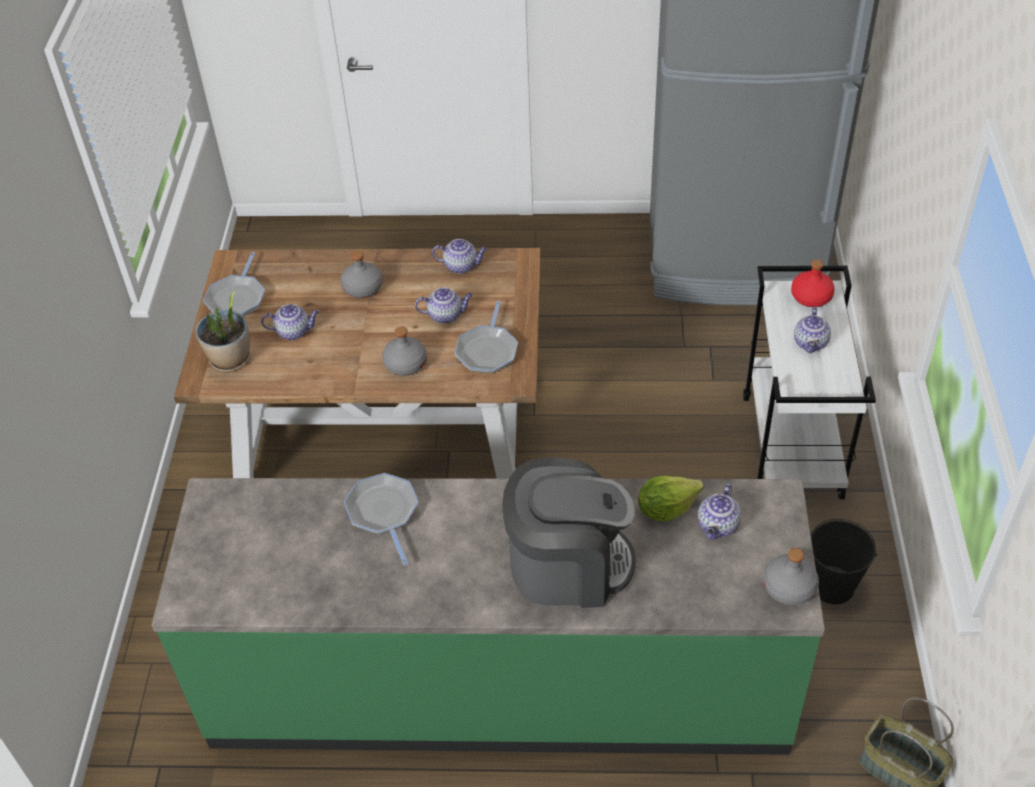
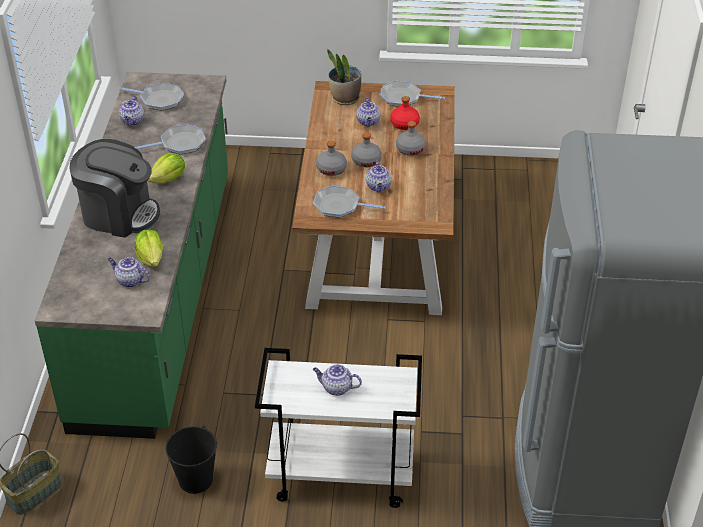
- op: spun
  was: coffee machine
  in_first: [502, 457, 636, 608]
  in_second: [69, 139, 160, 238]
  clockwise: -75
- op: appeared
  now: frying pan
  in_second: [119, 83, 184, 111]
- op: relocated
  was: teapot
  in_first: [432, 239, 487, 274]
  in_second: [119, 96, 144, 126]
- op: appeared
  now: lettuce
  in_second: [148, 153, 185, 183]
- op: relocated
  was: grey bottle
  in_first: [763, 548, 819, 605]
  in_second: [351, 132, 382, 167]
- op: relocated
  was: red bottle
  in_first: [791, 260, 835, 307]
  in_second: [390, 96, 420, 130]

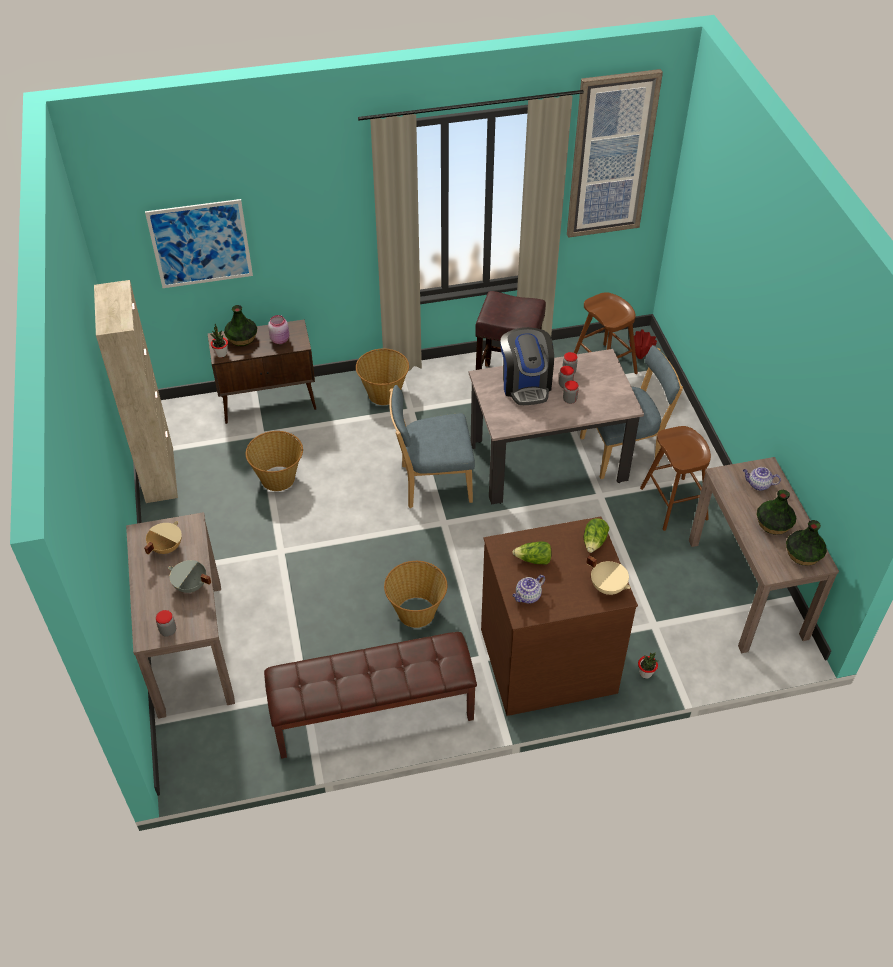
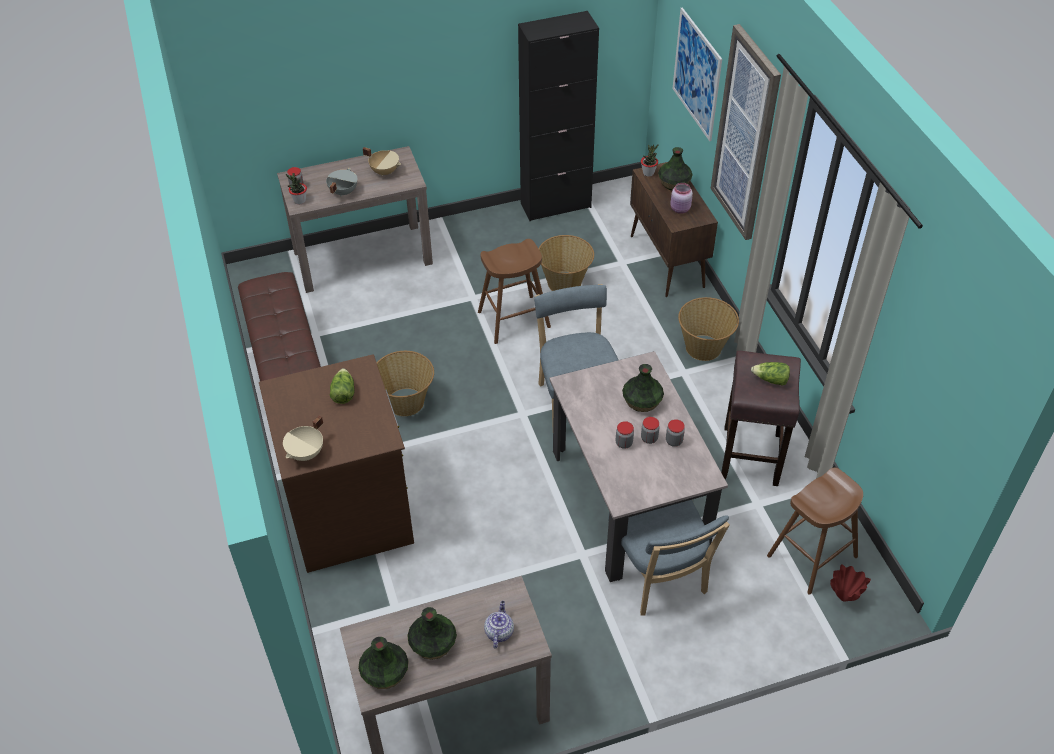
- op: relocated
  was: potted plant
  in_first: [638, 652, 658, 679]
  in_second: [286, 173, 307, 204]
- op: relocated
  was: brown stool
  in_first: [640, 426, 711, 531]
  in_second: [478, 239, 551, 344]
- op: colour
  was: beige cabinet
  now: black cabinet
  in_first: [94, 280, 178, 503]
  in_second: [518, 11, 599, 221]
- op: exchanged
  was: coffee machine
  now: vase
  in_first: [501, 327, 554, 405]
  in_second: [622, 364, 664, 412]
- op: relocated
  was: picture
  in_first: [567, 69, 663, 238]
  in_second: [711, 24, 781, 240]
- op: relocated
  was: lettuce
  in_first: [584, 518, 609, 553]
  in_second: [751, 362, 790, 386]
- op: missing
  was: teapot
  in_first: [512, 575, 545, 604]

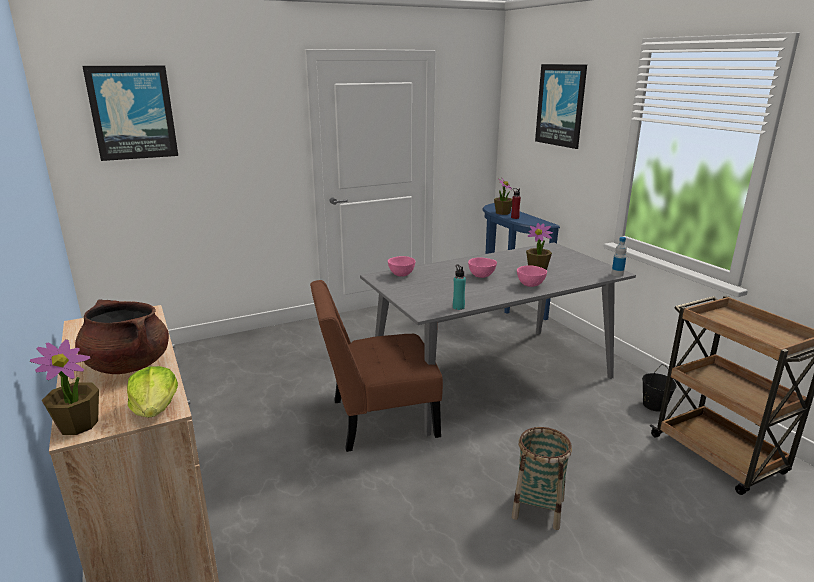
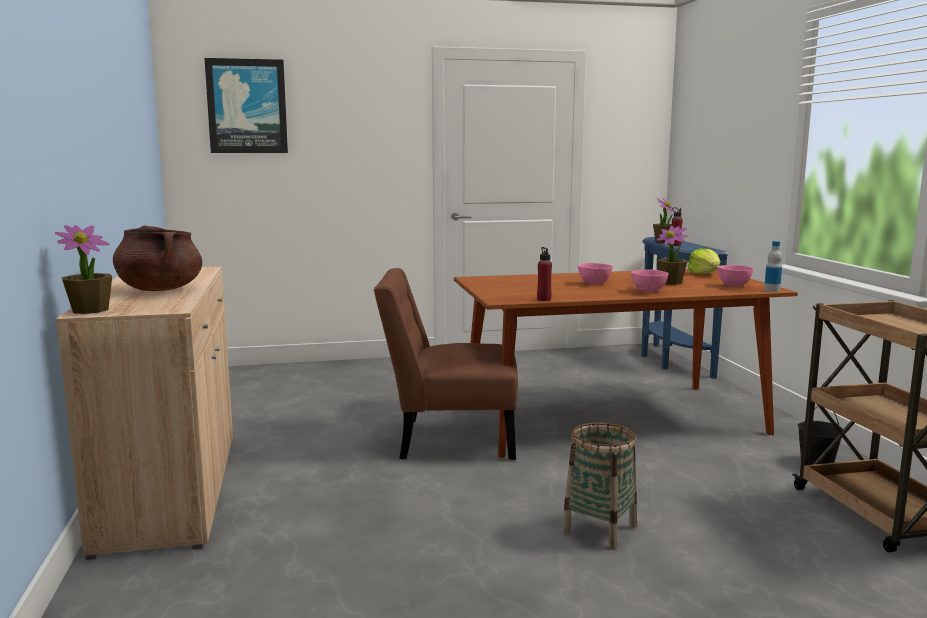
- op: colour
  was: grey dining table
  now: brown dining table
  in_first: [360, 242, 636, 436]
  in_second: [454, 269, 798, 458]
- op: colour
  was: turquoise bottle
  now: red bottle
  in_first: [453, 264, 466, 310]
  in_second: [537, 247, 552, 301]
- op: relocated
  was: lettuce
  in_first: [127, 366, 178, 418]
  in_second: [688, 248, 720, 274]
- op: relocated
  was: pink bowl
  in_first: [388, 256, 415, 277]
  in_second: [717, 265, 754, 287]
- op: missing
  was: picture
  in_first: [535, 64, 587, 149]

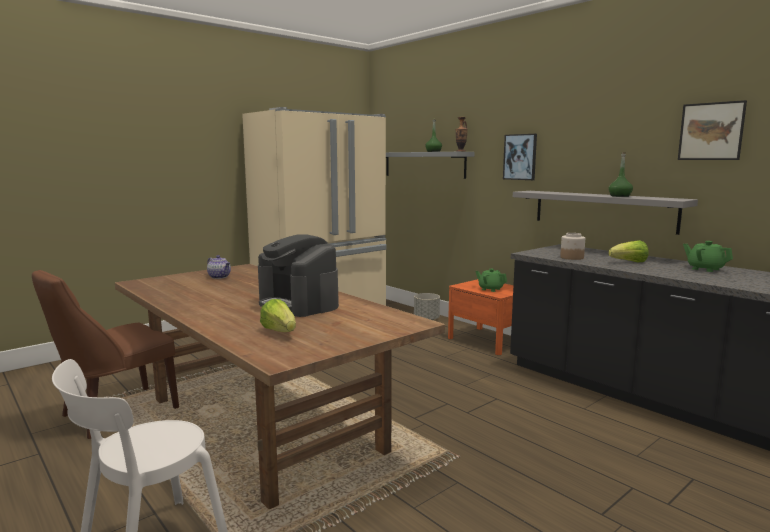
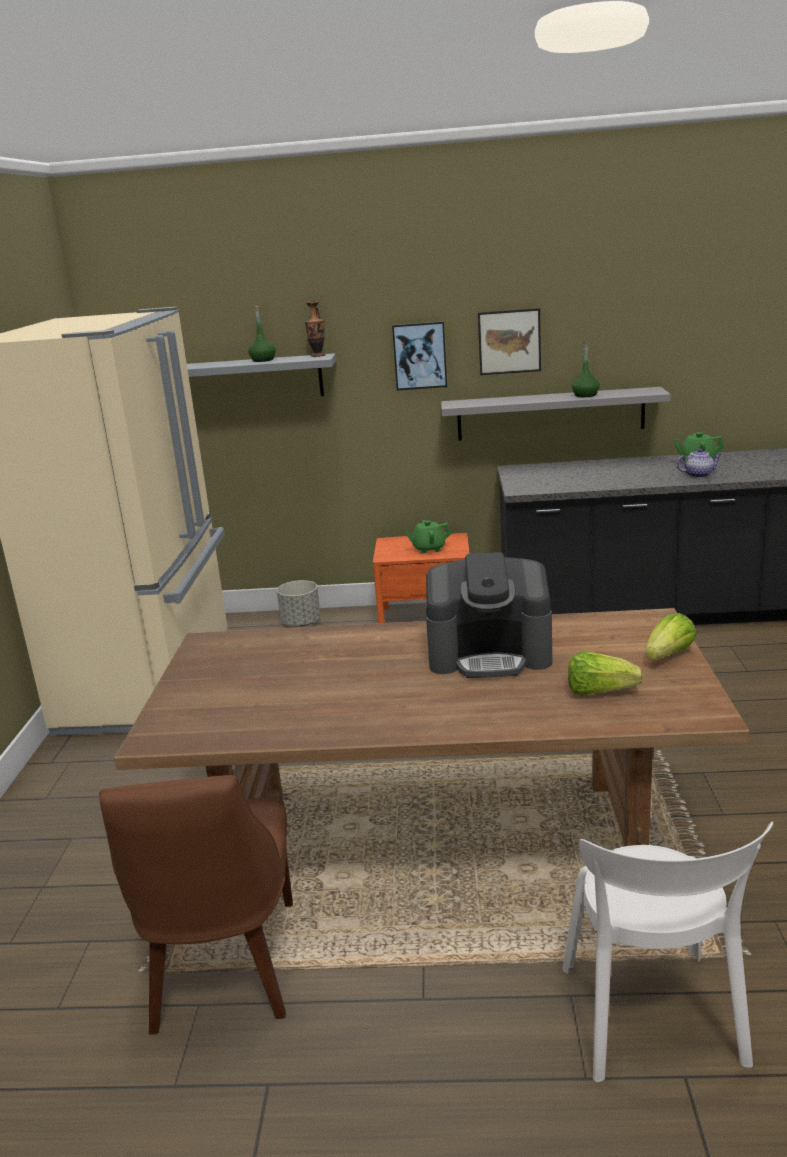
- op: relocated
  was: picture
  in_first: [678, 100, 747, 160]
  in_second: [478, 308, 541, 375]
- op: relocated
  was: lettuce
  in_first: [608, 240, 648, 262]
  in_second: [646, 613, 696, 660]
- op: relocated
  was: teapot
  in_first: [207, 255, 231, 279]
  in_second: [677, 448, 722, 478]
- op: missing
  was: jar
  in_first: [560, 233, 585, 260]

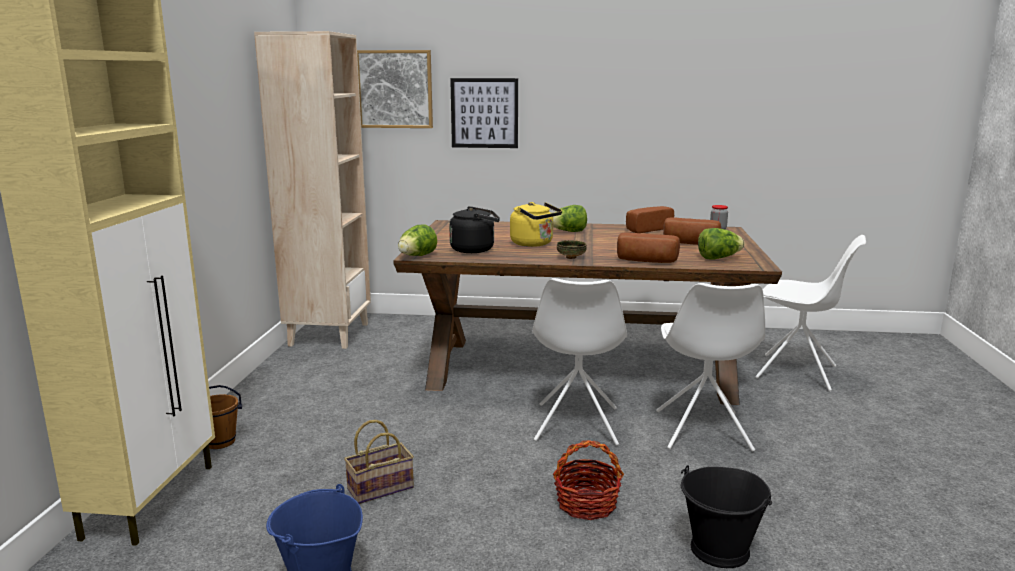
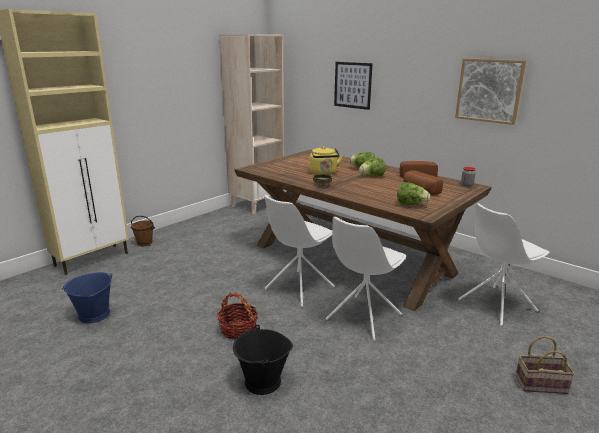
- op: relocated
  was: lettuce
  in_first: [398, 225, 437, 256]
  in_second: [359, 158, 386, 177]
- op: relocated
  was: picture
  in_first: [357, 50, 433, 128]
  in_second: [455, 58, 526, 125]
- op: spun
  was: white chair
  in_first: [755, 235, 866, 391]
  in_second: [458, 203, 549, 326]
  clockwise: 90
- op: relocated
  was: basket
  in_first: [344, 420, 414, 504]
  in_second: [515, 336, 575, 394]
- op: missing
  was: black kettle
  in_first: [449, 206, 500, 253]
- op: missing
  was: bread
  in_first: [617, 232, 680, 263]

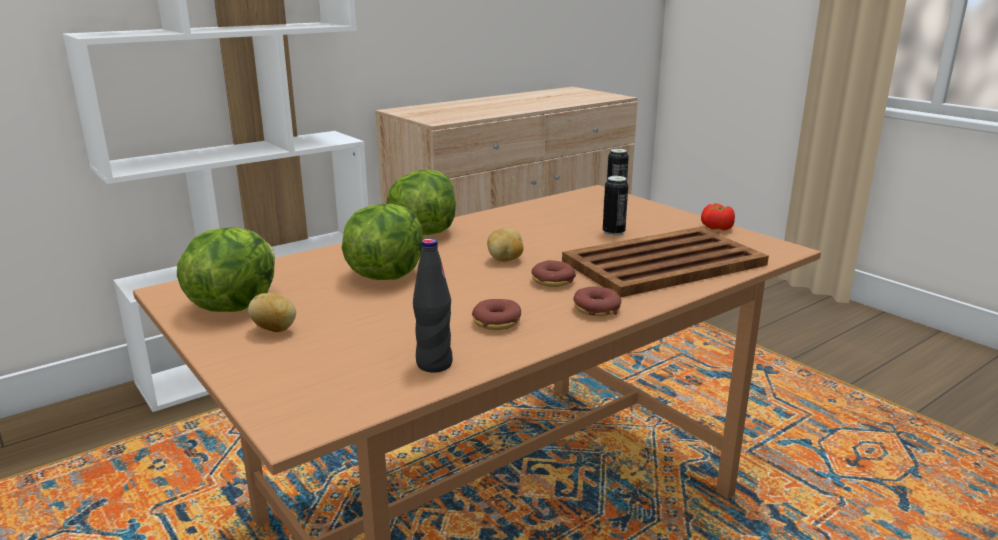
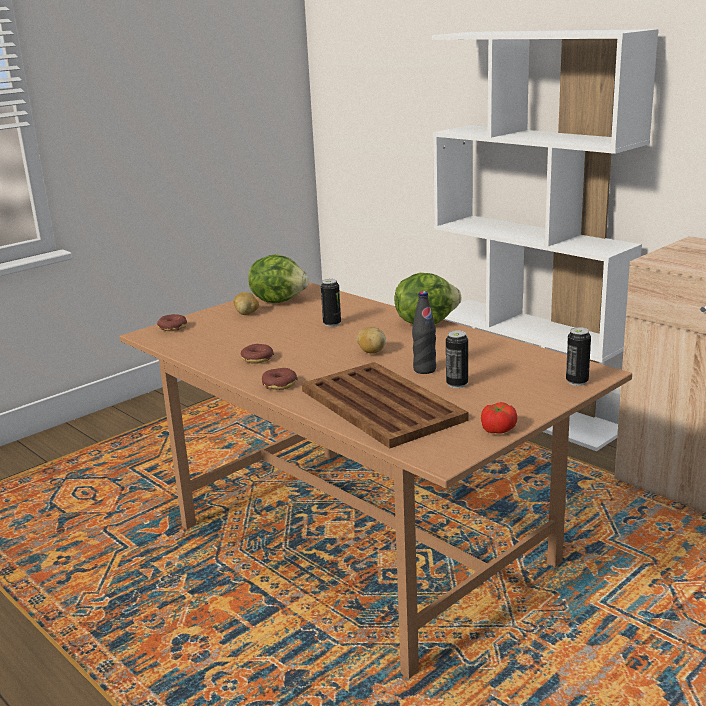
- op: relocated
  was: donut
  in_first: [531, 260, 576, 287]
  in_second: [157, 314, 187, 331]
- op: exchanged
  was: lettuce
  now: can
  in_first: [342, 203, 423, 280]
  in_second: [321, 279, 341, 327]
- op: relocated
  was: black bottle
  in_first: [413, 238, 453, 372]
  in_second: [412, 291, 436, 374]

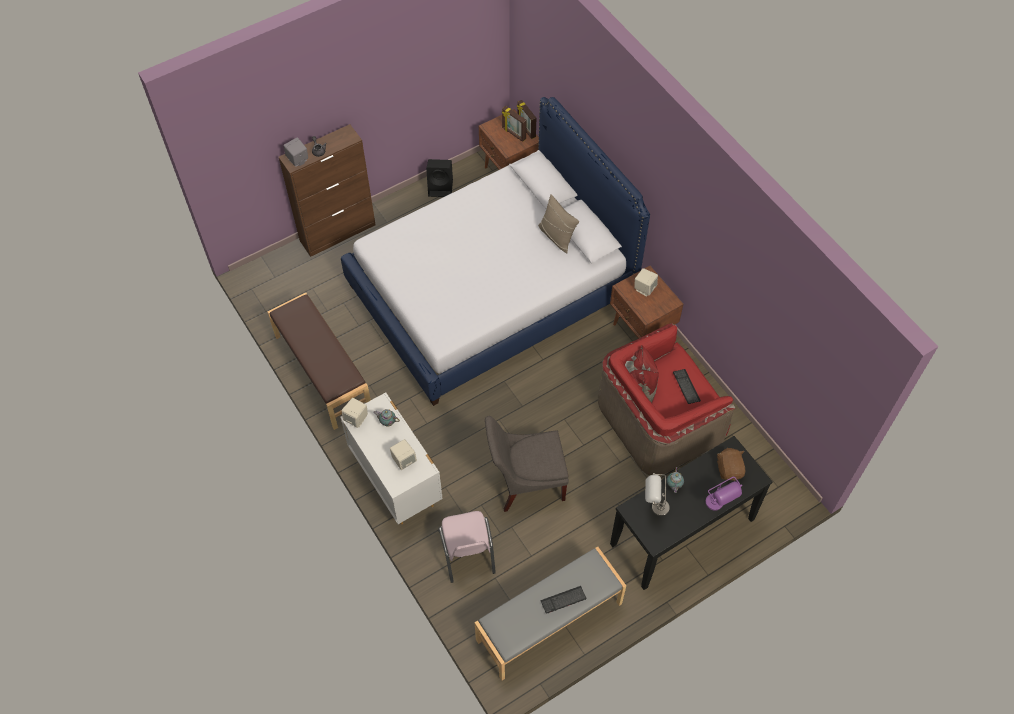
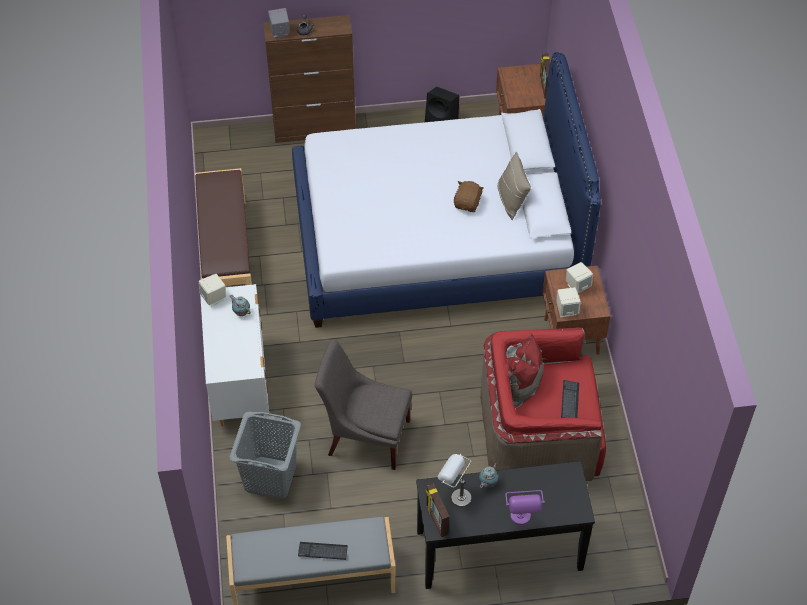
- op: exchanged
  was: pink chair
  now: grey laundry basket
  in_first: [438, 511, 496, 583]
  in_second: [230, 411, 301, 499]
- op: relocated
  was: picture frame
  in_first: [502, 106, 527, 142]
  in_second: [426, 484, 449, 537]
- op: relocated
  was: brown plush toy
  in_first: [717, 448, 746, 481]
  in_second: [454, 181, 484, 212]
- op: relocated
  was: beige speaker
  in_first: [390, 439, 417, 470]
  in_second: [556, 287, 581, 317]

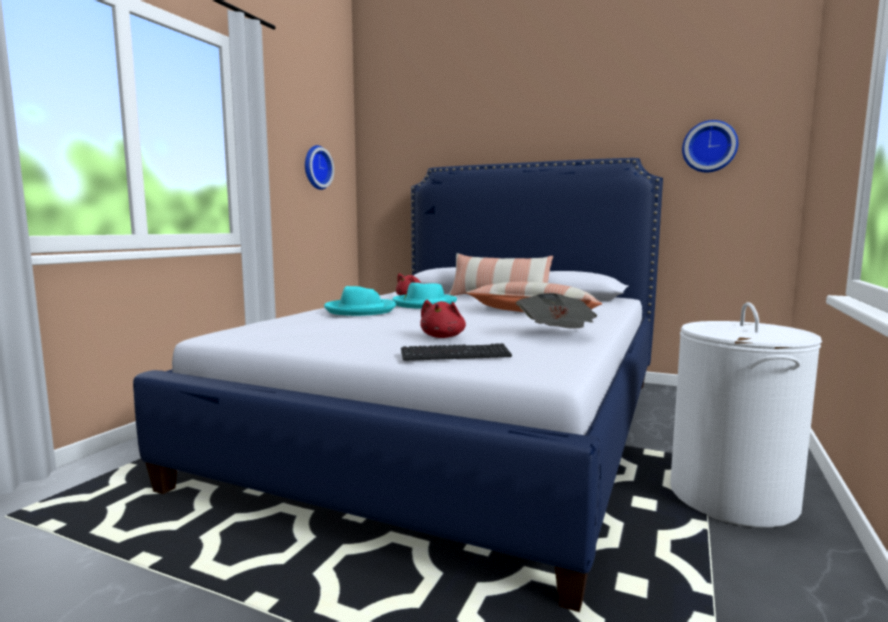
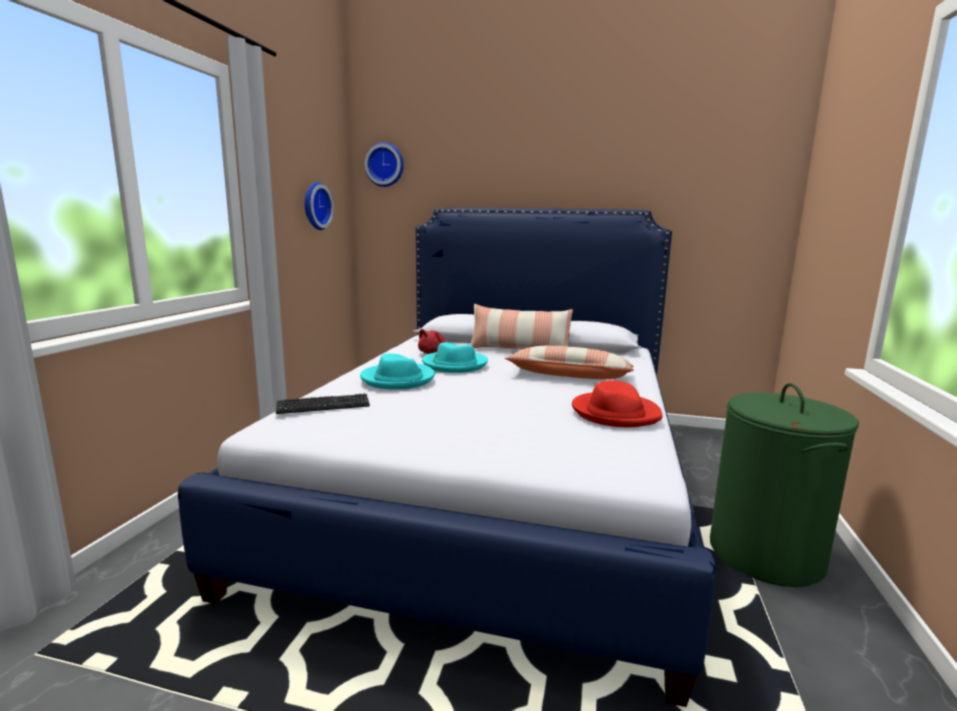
- op: relocated
  was: keyboard
  in_first: [401, 343, 512, 361]
  in_second: [276, 393, 370, 414]
- op: relocated
  was: wall clock
  in_first: [682, 120, 738, 172]
  in_second: [364, 142, 404, 187]
- op: exchanged
  was: newspaper
  now: red hat
  in_first: [516, 293, 597, 329]
  in_second: [572, 380, 663, 427]
- op: colour
  was: white laundry basket
  now: green laundry basket
  in_first: [670, 302, 822, 528]
  in_second: [710, 383, 859, 587]
- op: missing
  was: red plush toy
  in_first: [420, 300, 466, 338]

